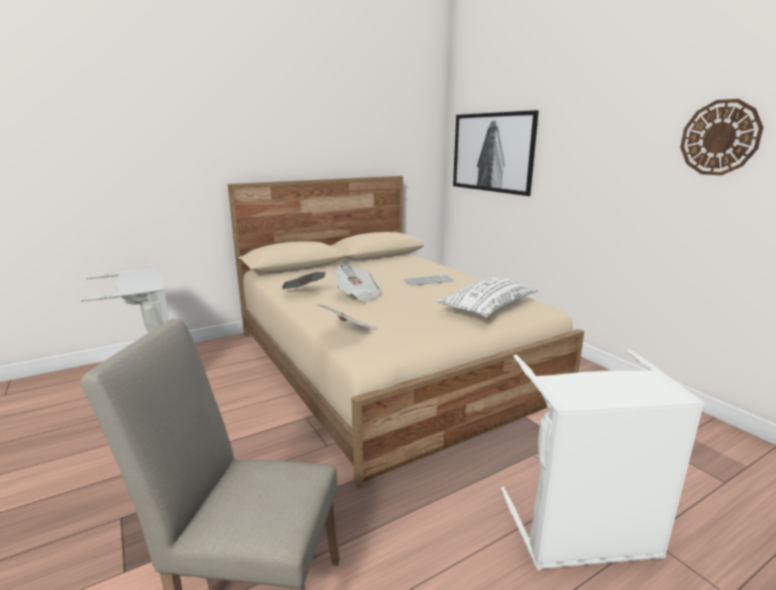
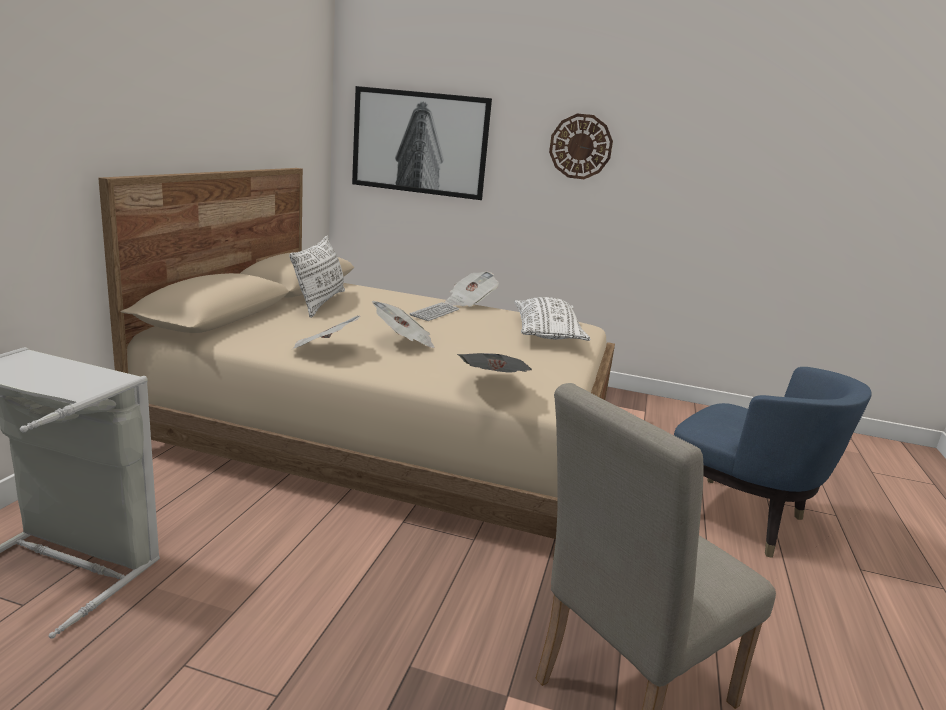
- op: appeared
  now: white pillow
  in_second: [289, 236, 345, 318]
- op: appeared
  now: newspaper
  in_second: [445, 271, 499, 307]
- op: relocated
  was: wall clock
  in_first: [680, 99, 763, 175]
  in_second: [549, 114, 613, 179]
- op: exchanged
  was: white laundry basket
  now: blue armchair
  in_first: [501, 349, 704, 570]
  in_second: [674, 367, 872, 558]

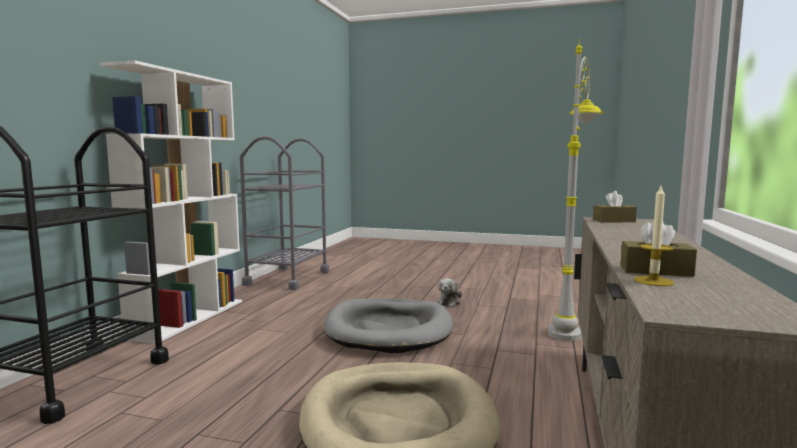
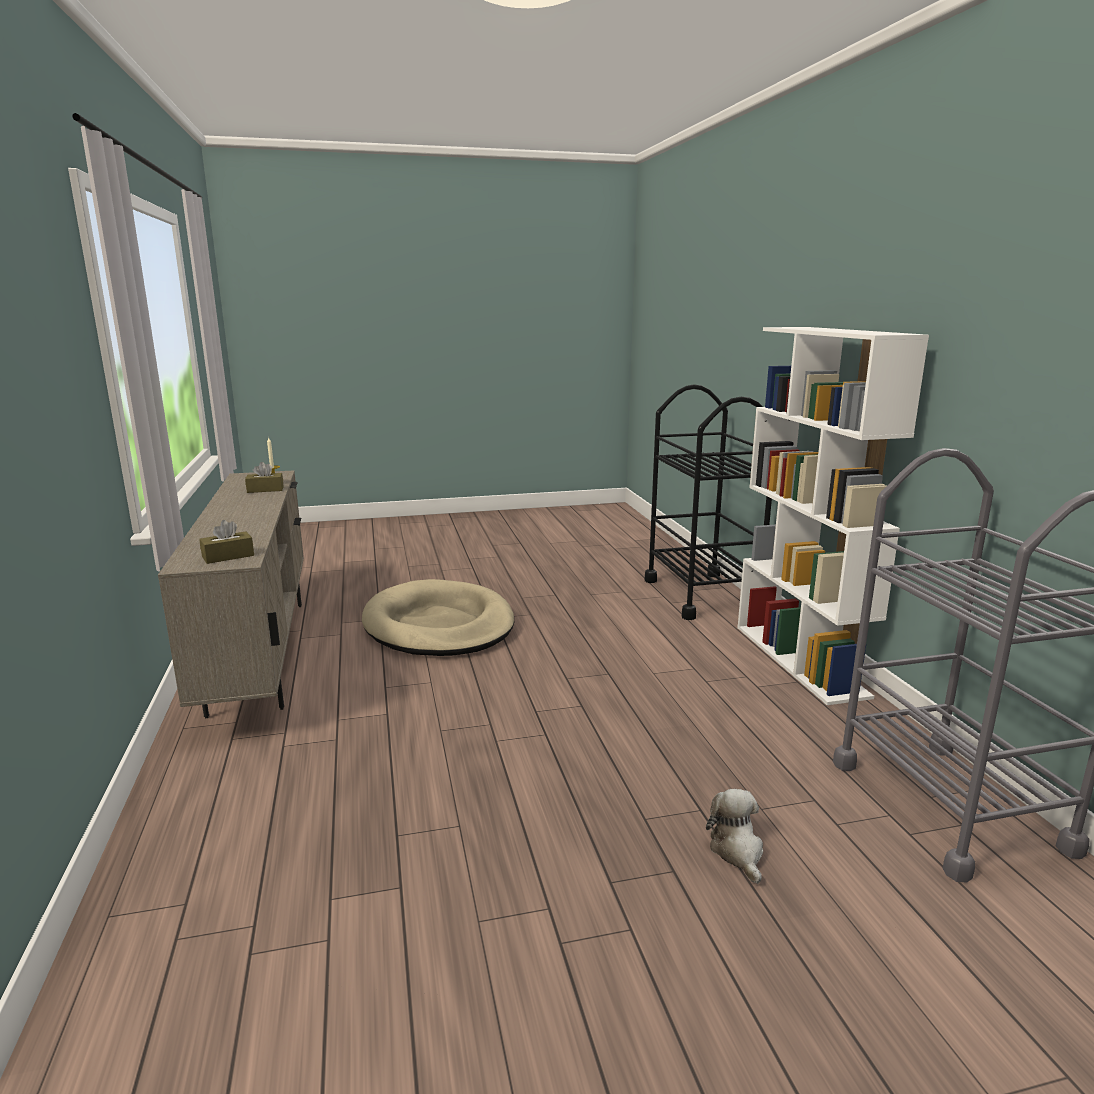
- op: relocated
  was: plush toy
  in_first: [437, 279, 462, 307]
  in_second: [706, 789, 763, 884]
- op: missing
  was: grey dog bed
  in_first: [324, 298, 453, 353]
- op: missing
  was: grey floor lamp
  in_first: [547, 39, 603, 341]

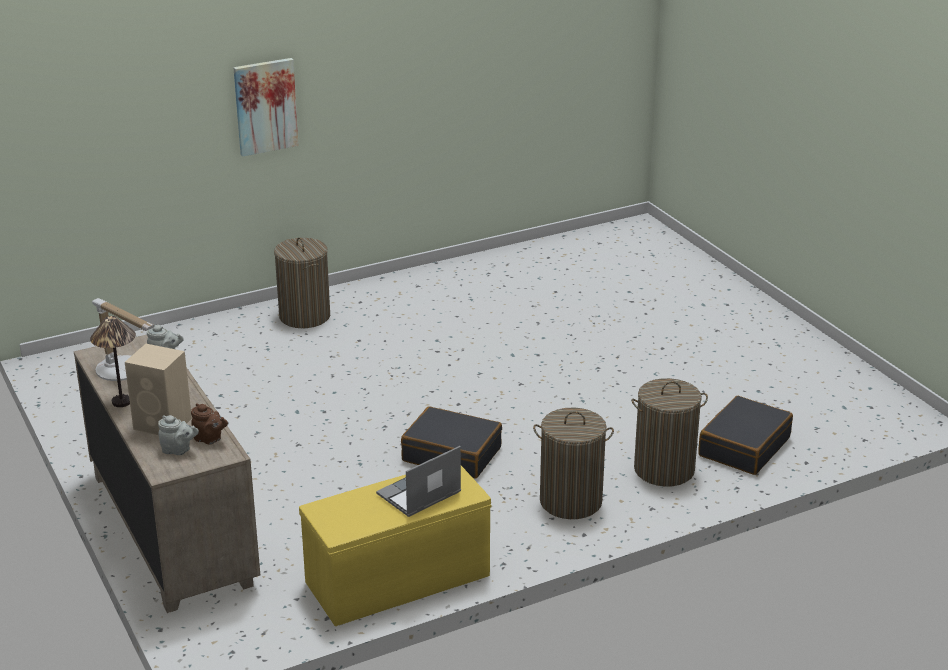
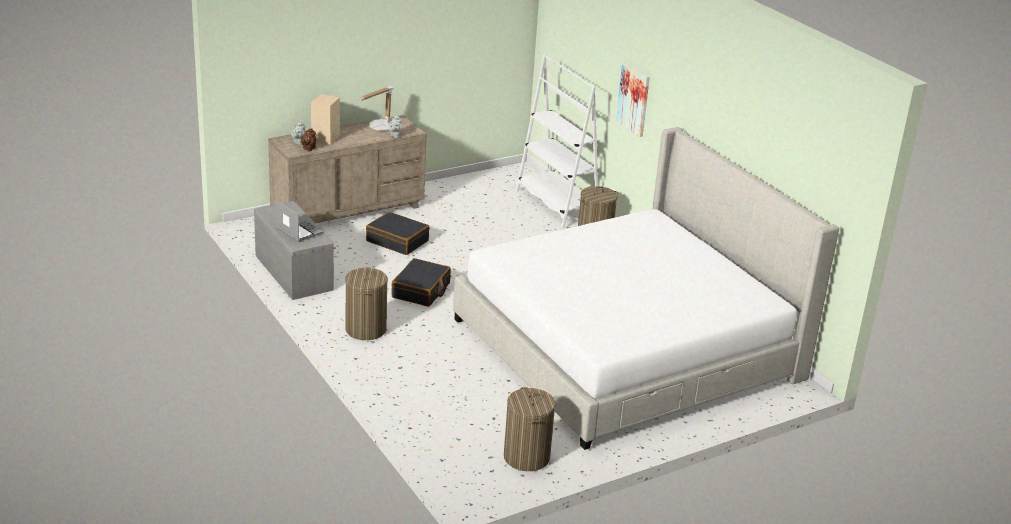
- op: colour
  was: yellow bench
  now: grey bench
  in_first: [299, 466, 491, 626]
  in_second: [254, 201, 334, 300]
- op: relocated
  was: black suitcase
  in_first: [698, 396, 793, 475]
  in_second: [366, 212, 430, 255]
- op: appeared
  now: bed
  in_second: [453, 127, 839, 450]
- op: relocated
  was: laundry basket
  in_first: [631, 378, 708, 486]
  in_second: [504, 387, 556, 471]
- op: appeared
  now: white bookcase
  in_second: [516, 54, 598, 228]
- op: missing
  was: table lamp
  in_first: [90, 316, 136, 407]

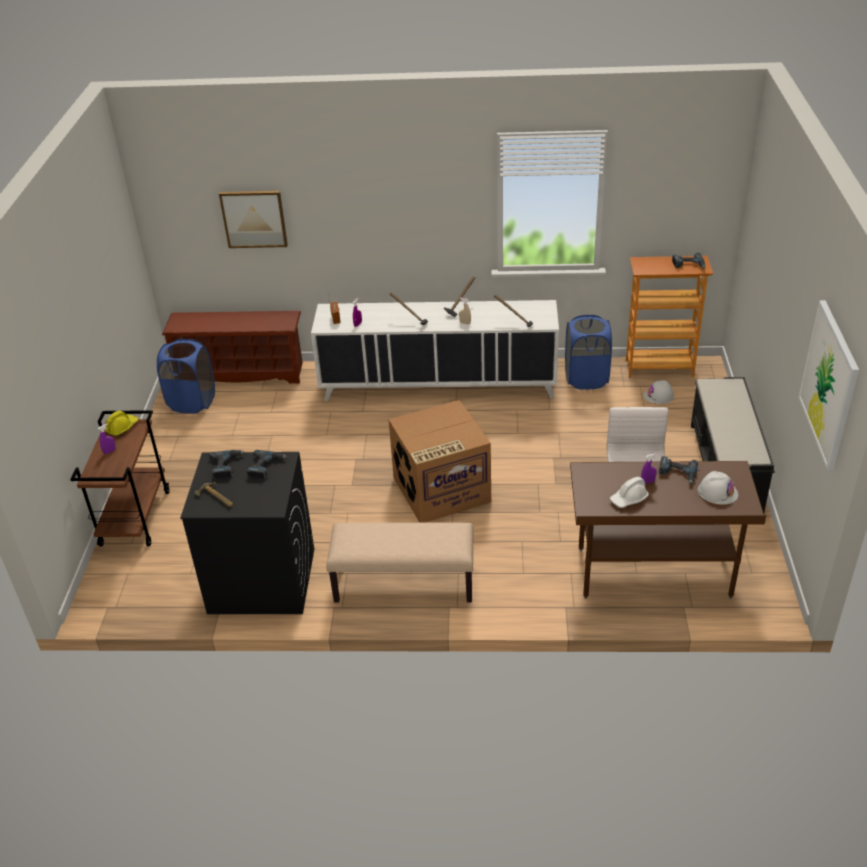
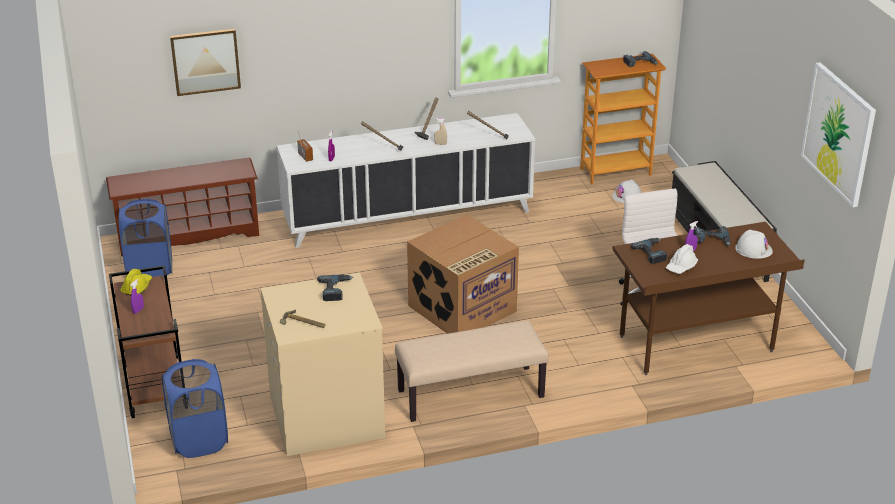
- op: relocated
  was: blue laundry basket
  in_first: [565, 315, 612, 390]
  in_second: [162, 359, 228, 458]
- op: colour
  was: black washing machine
  now: beige washing machine
  in_first: [180, 452, 314, 614]
  in_second: [261, 273, 385, 456]
- op: relocated
  was: power drill
  in_first: [209, 450, 245, 479]
  in_second: [631, 238, 668, 264]

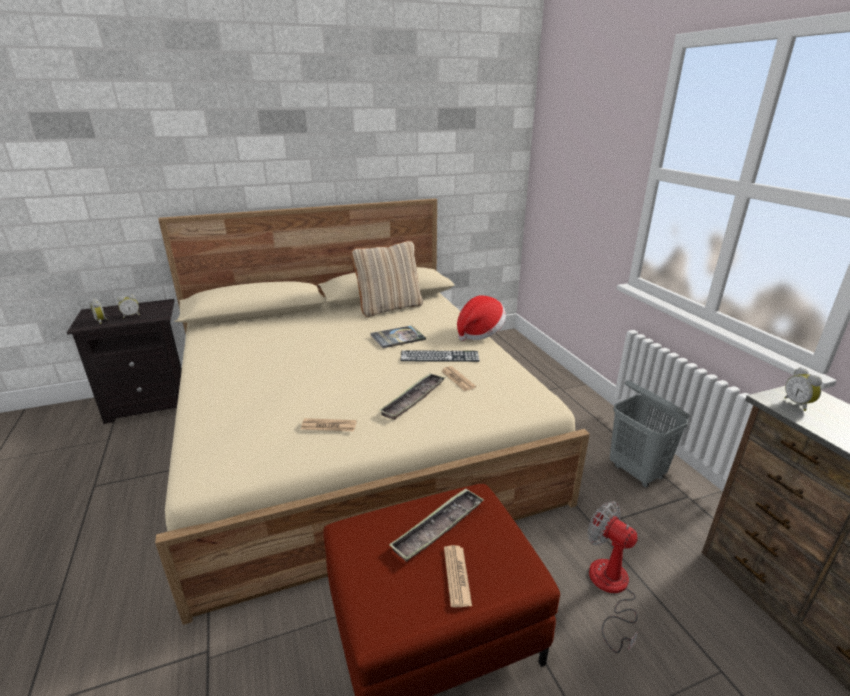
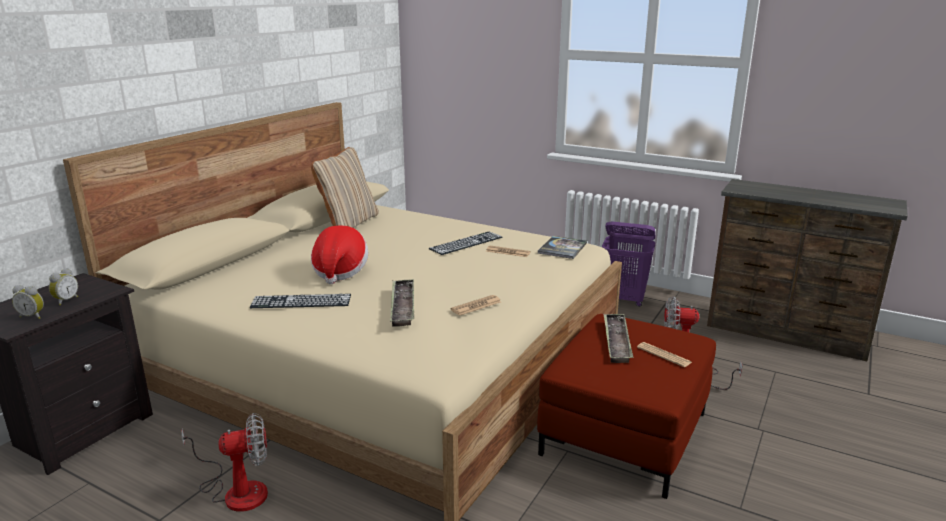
- op: appeared
  now: fan
  in_second: [181, 413, 268, 512]
- op: appeared
  now: keyboard
  in_second: [250, 294, 351, 308]
- op: relocated
  was: hat
  in_first: [457, 296, 506, 341]
  in_second: [311, 226, 368, 284]
- op: relocated
  was: tray
  in_first: [379, 373, 445, 420]
  in_second: [390, 279, 414, 327]
- op: relocated
  was: book
  in_first: [371, 325, 426, 348]
  in_second: [538, 236, 587, 259]
- op: colour
  was: grey laundry basket
  now: purple laundry basket
  in_first: [610, 380, 689, 488]
  in_second: [602, 222, 655, 307]
- op: missing
  was: alarm clock
  in_first: [784, 367, 822, 411]

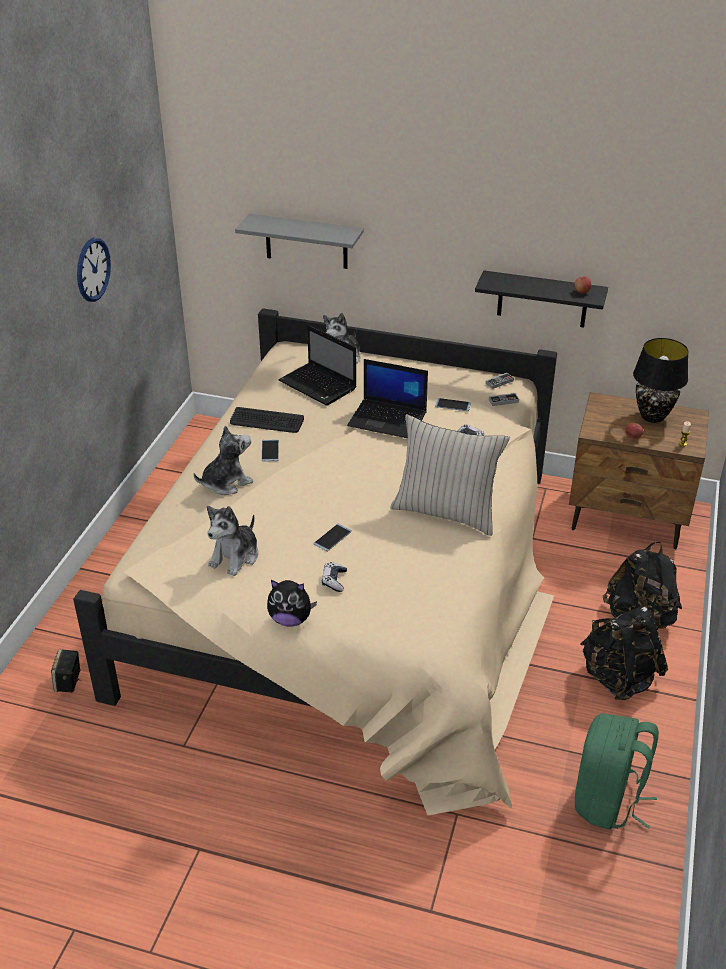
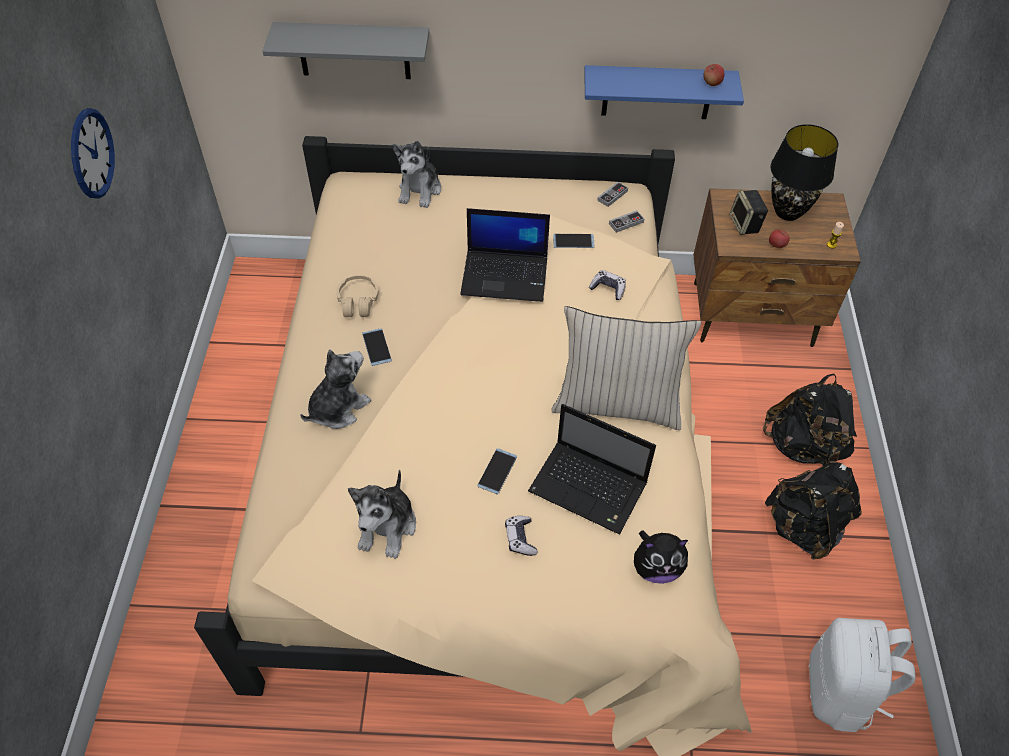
- op: exchanged
  was: keyboard
  now: beige headphones
  in_first: [230, 407, 304, 433]
  in_second: [336, 275, 379, 317]
- op: relocated
  was: laptop
  in_first: [278, 325, 357, 406]
  in_second: [528, 404, 656, 535]
- op: colour
  was: black shelf
  now: blue shelf
  in_first: [475, 270, 608, 328]
  in_second: [584, 65, 744, 119]
- op: relocated
  was: plush toy
  in_first: [267, 580, 317, 627]
  in_second: [634, 530, 688, 584]
- op: relocated
  was: speaker
  in_first: [51, 649, 81, 692]
  in_second: [730, 190, 768, 235]
- op: colour
  was: green backpack
  now: white backpack
  in_first: [575, 713, 659, 829]
  in_second: [809, 618, 916, 732]

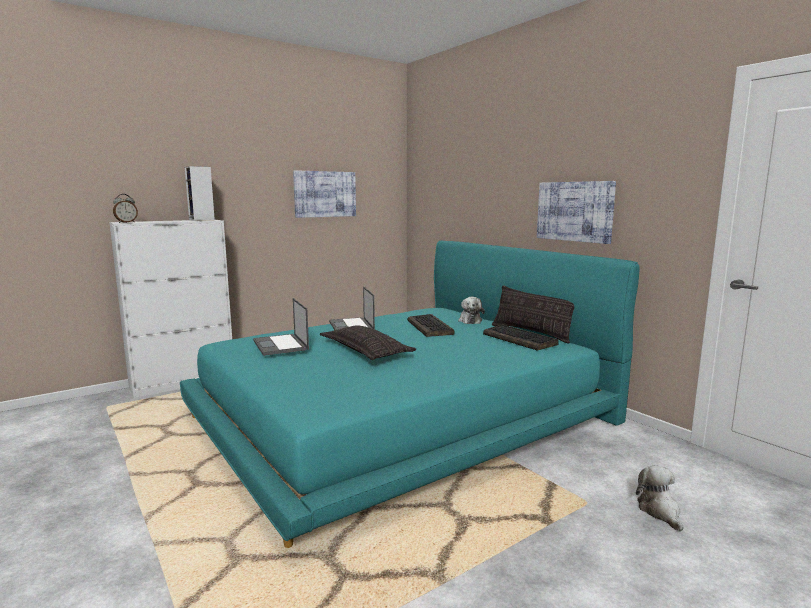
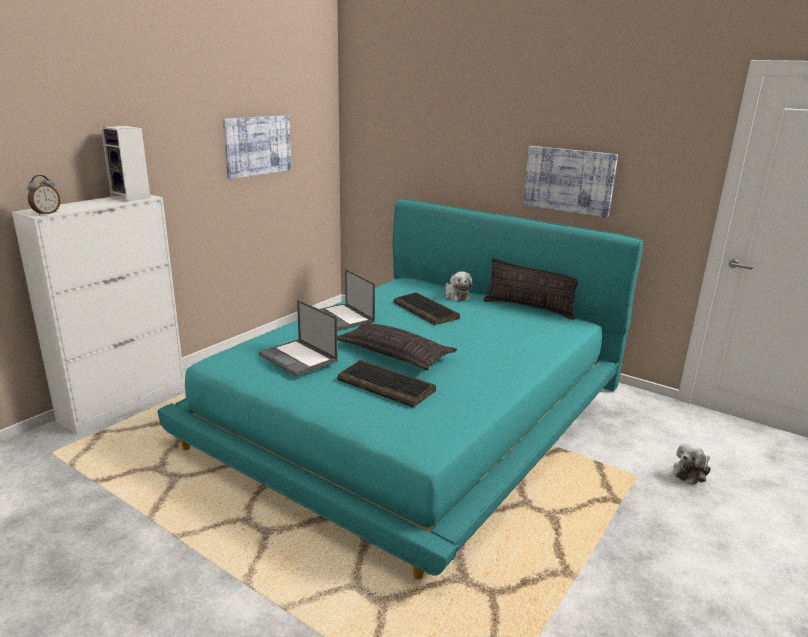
- op: relocated
  was: keyboard
  in_first: [483, 324, 559, 351]
  in_second: [337, 360, 436, 408]
- op: spun
  was: plush toy
  in_first: [636, 466, 684, 532]
  in_second: [674, 443, 711, 485]
  clockwise: -105

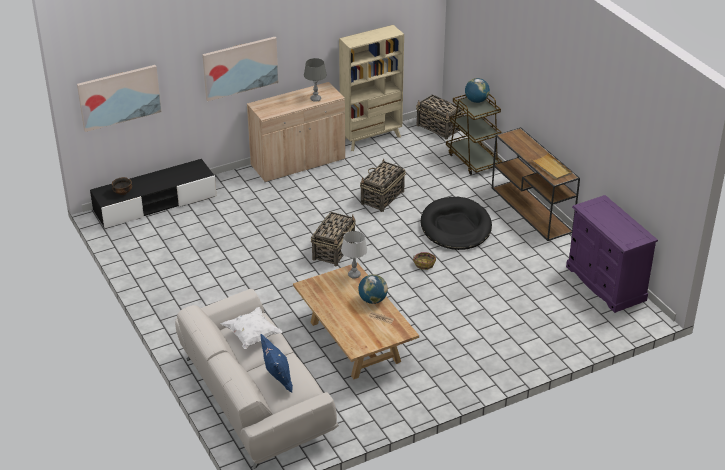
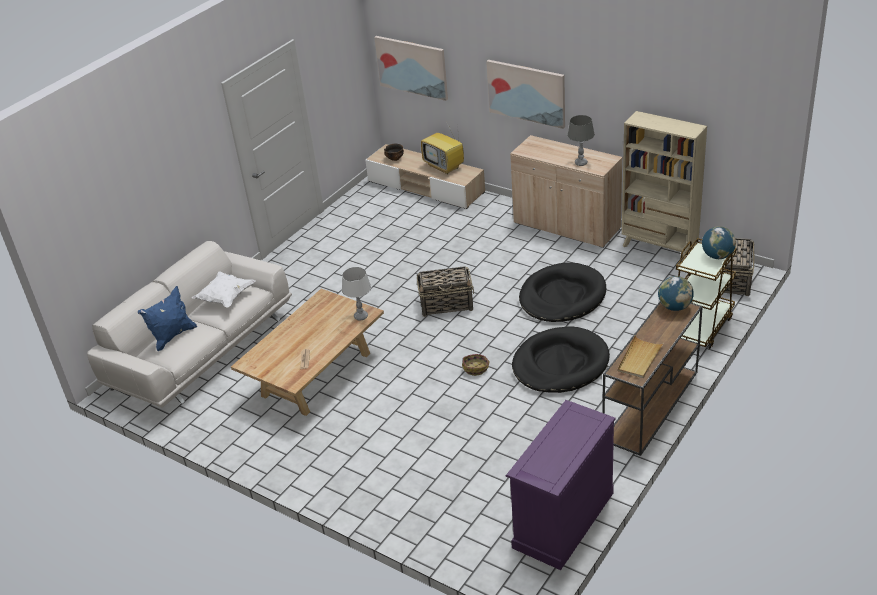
- op: colour
  was: black tv stand
  now: beige tv stand
  in_first: [90, 159, 216, 229]
  in_second: [365, 144, 485, 209]
- op: appeared
  now: television
  in_second: [421, 125, 464, 174]
- op: exchanged
  was: basket
  now: black dog bed
  in_first: [360, 158, 406, 212]
  in_second: [519, 262, 606, 322]
- op: relocated
  was: globe
  in_first: [358, 274, 388, 304]
  in_second: [658, 276, 694, 311]

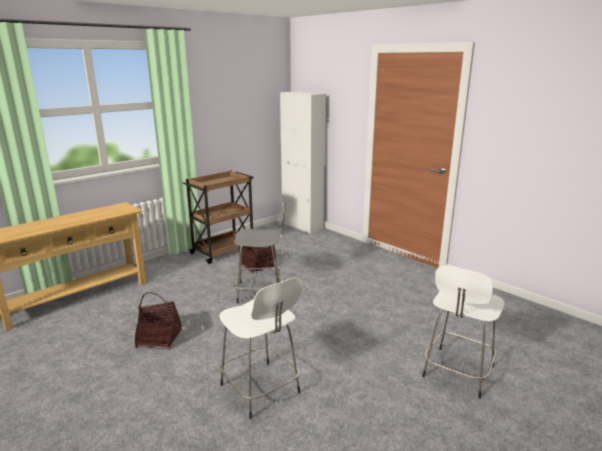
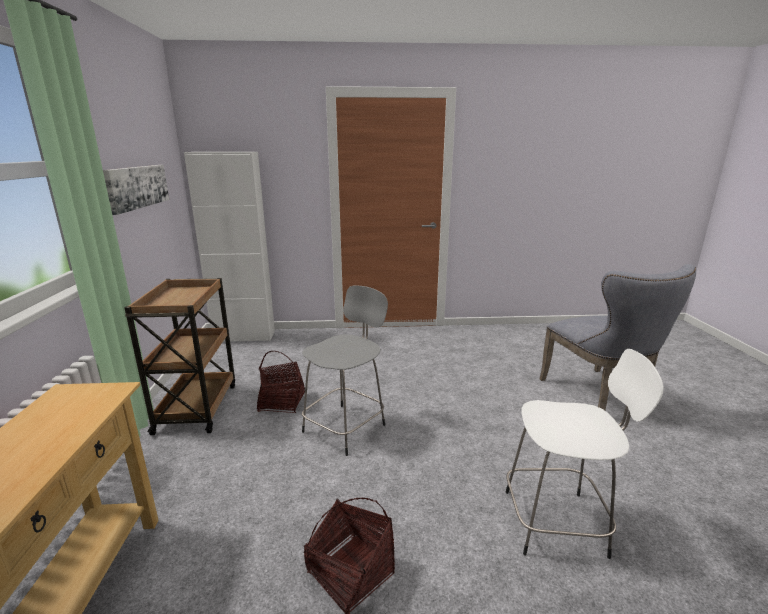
- op: appeared
  now: picture
  in_second: [103, 165, 169, 215]
- op: exchanged
  was: white stool
  now: grey chair
  in_first: [422, 265, 505, 398]
  in_second: [540, 264, 696, 410]

